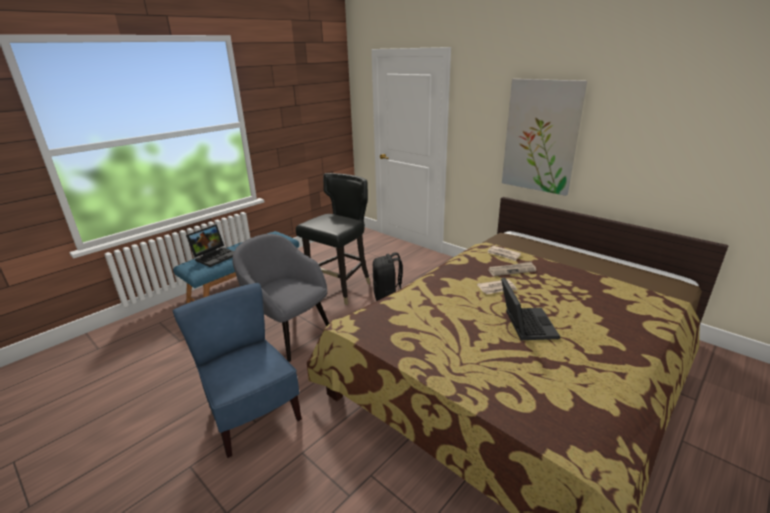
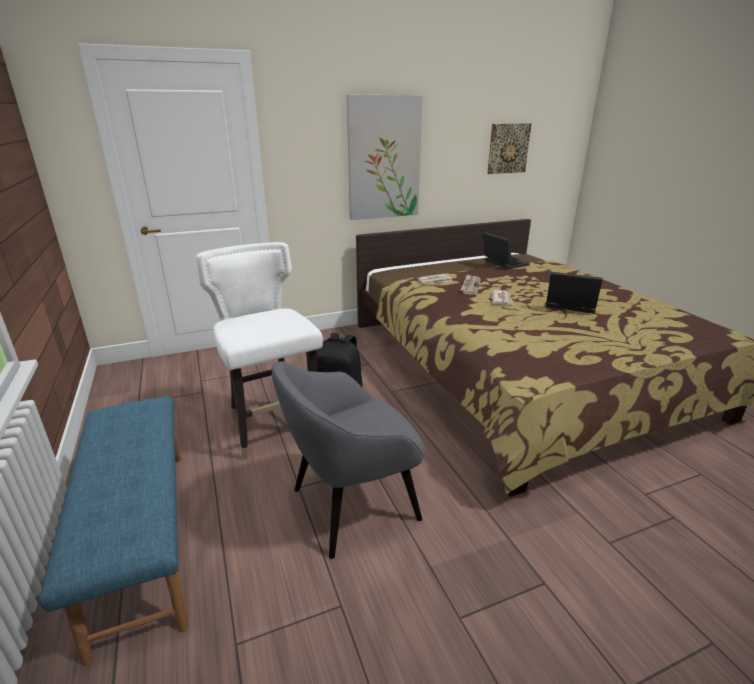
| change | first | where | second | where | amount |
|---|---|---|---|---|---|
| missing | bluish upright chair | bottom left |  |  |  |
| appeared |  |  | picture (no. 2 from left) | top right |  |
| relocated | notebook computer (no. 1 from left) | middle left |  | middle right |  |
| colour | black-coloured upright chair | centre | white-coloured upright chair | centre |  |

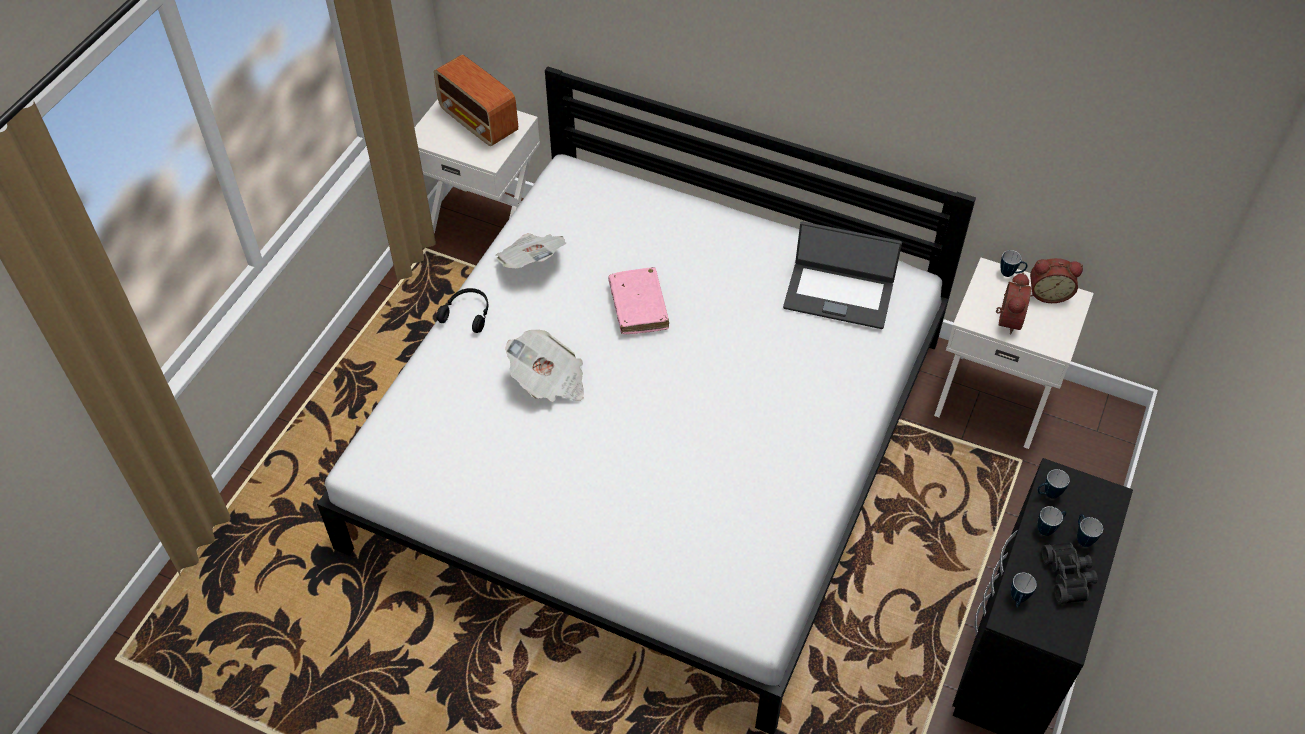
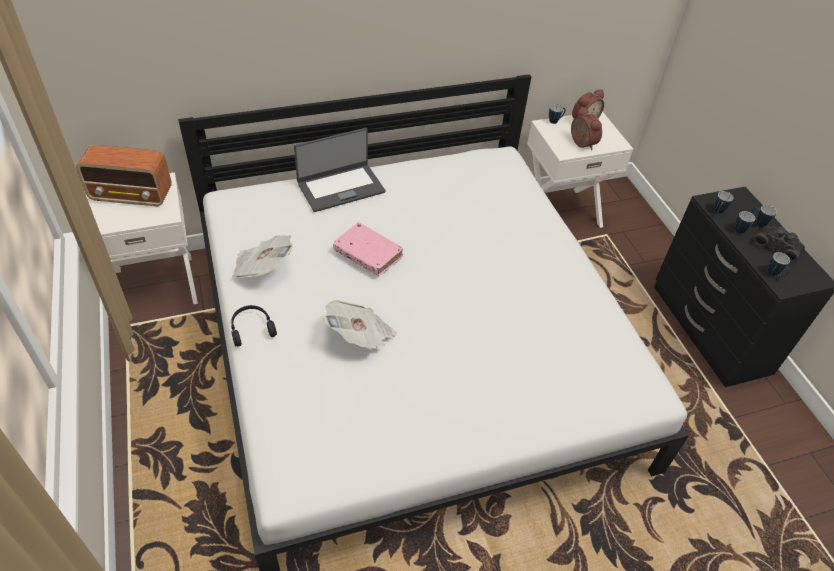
| change | first | where | second | where | amount |
|---|---|---|---|---|---|
| relocated | notebook computer | centre |  | top centre |  |

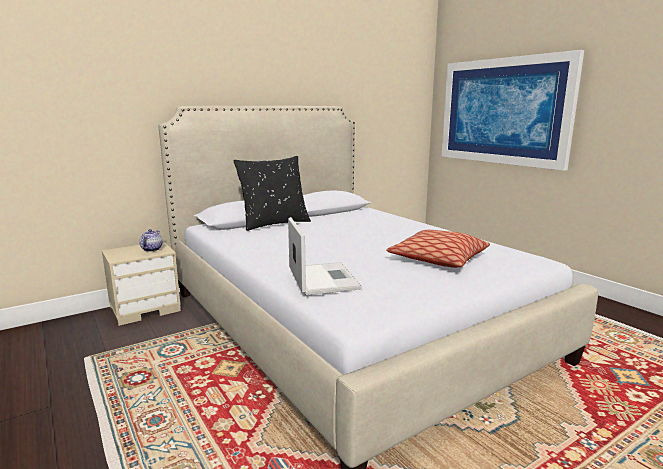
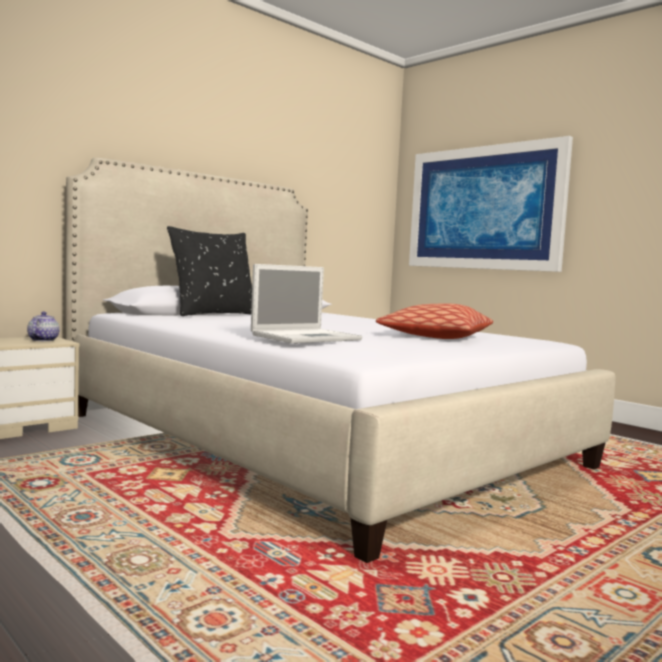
| change | first | where | second | where | amount |
|---|---|---|---|---|---|
| spun | notebook computer | centre |  | centre | 75 degrees clockwise |

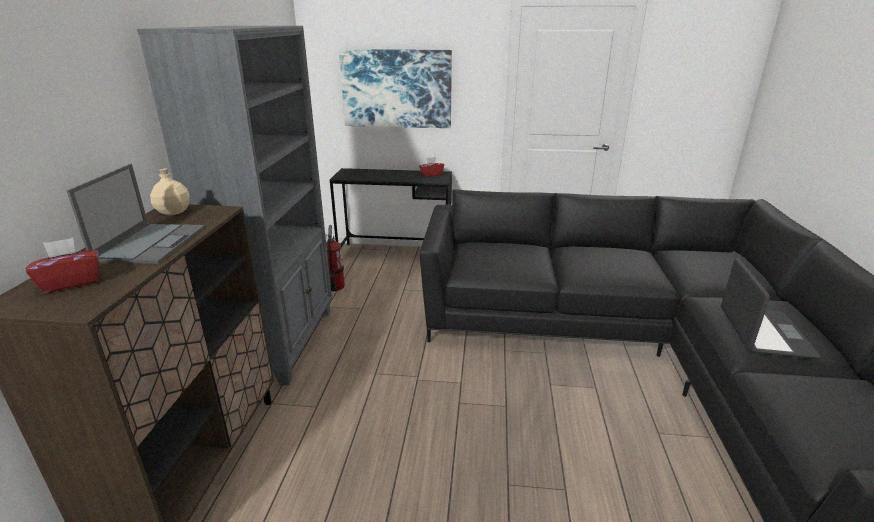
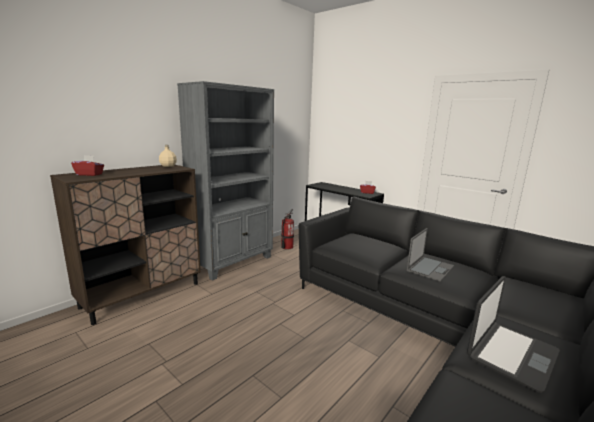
| change | first | where | second | where | amount |
|---|---|---|---|---|---|
| missing | picture | top centre |  |  |  |
| relocated | notebook computer (no. 1 from left) | middle left |  | middle right |  |

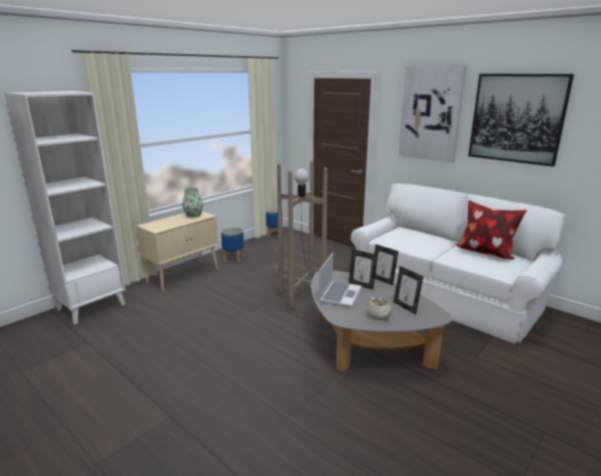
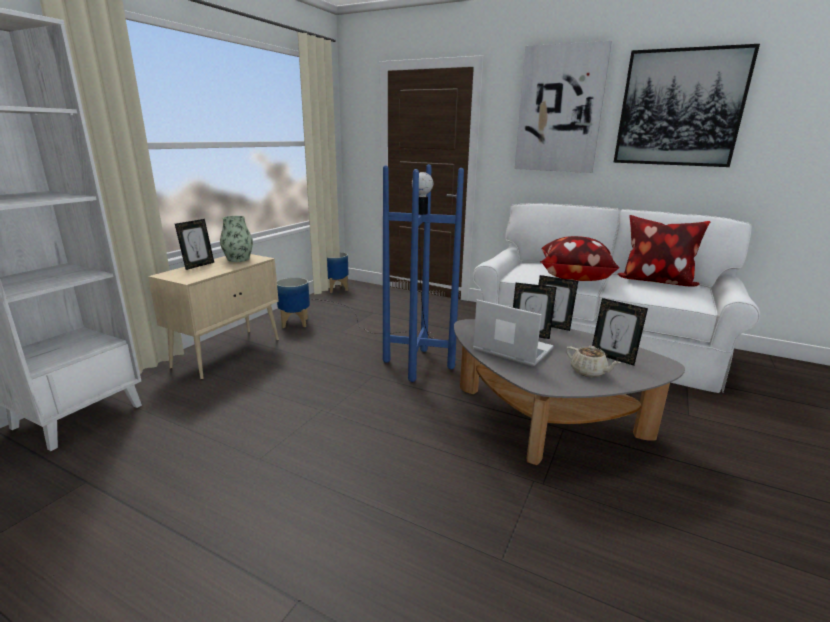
| change | first | where | second | where | amount |
|---|---|---|---|---|---|
| appeared |  |  | standing frame (no. 1 from left) | middle left |  |
| appeared |  |  | throw pillow (no. 1 from left) | middle right |  |
| colour | brownish standing lamp | centre | bluish standing lamp | centre |  |
| spun | notebook computer | centre |  | centre | 60 degrees counterclockwise |

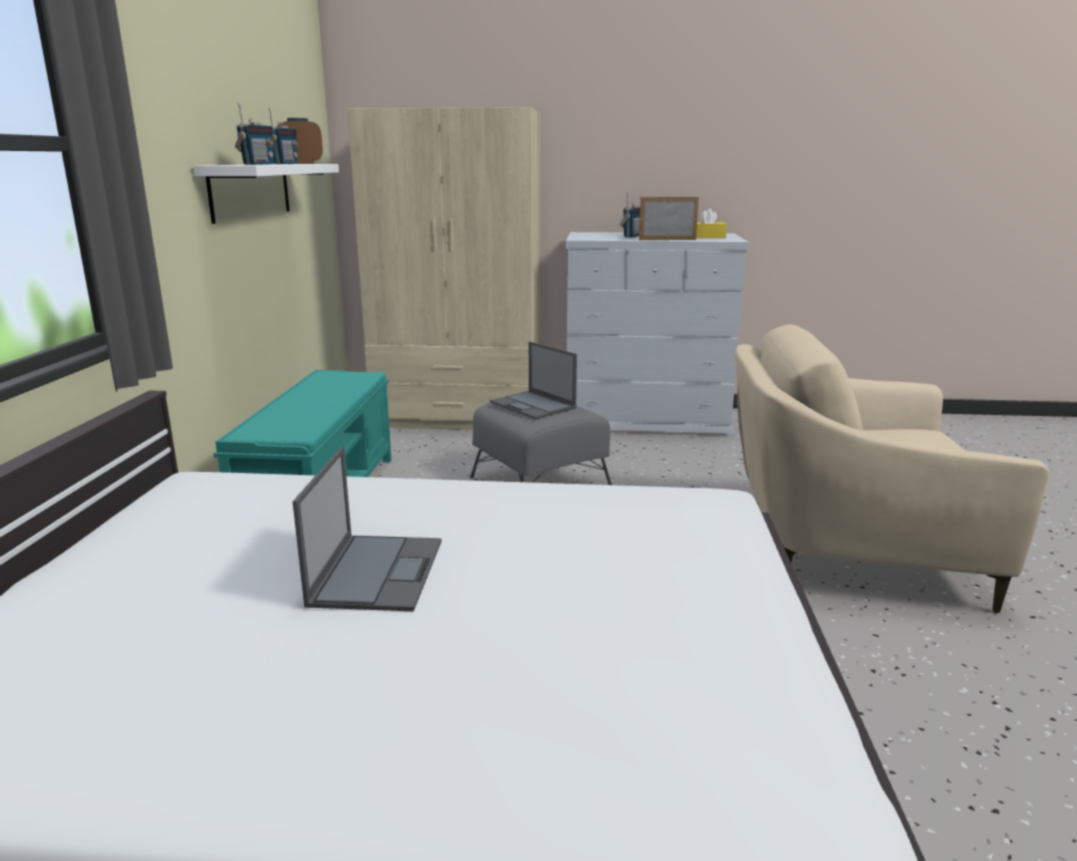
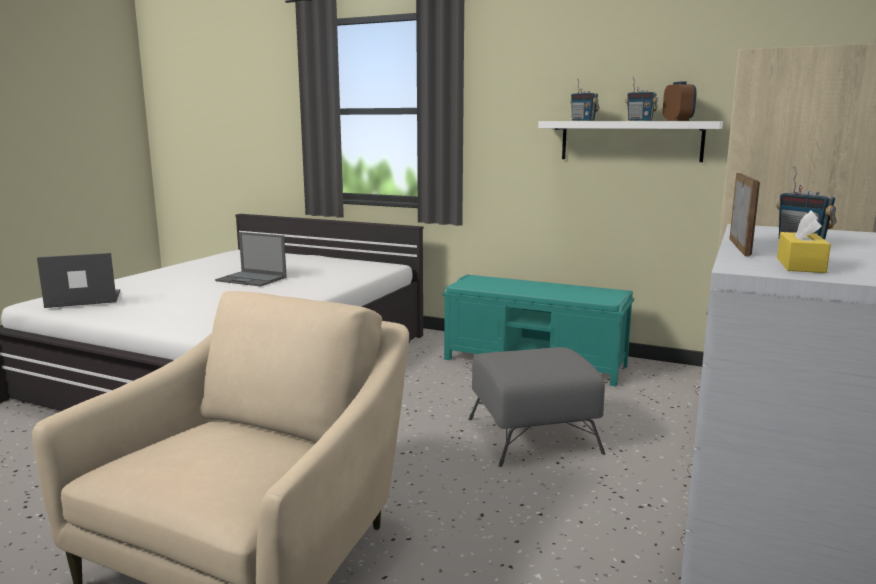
| change | first | where | second | where | amount |
|---|---|---|---|---|---|
| relocated | notebook computer (no. 2 from left in the first image) | centre | notebook computer (no. 1 from left) | middle left |  |

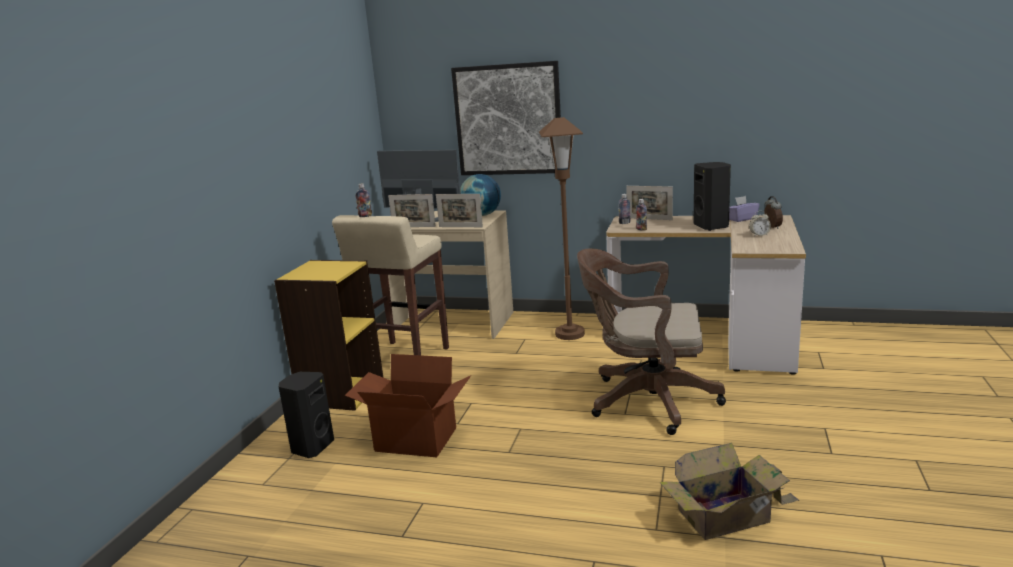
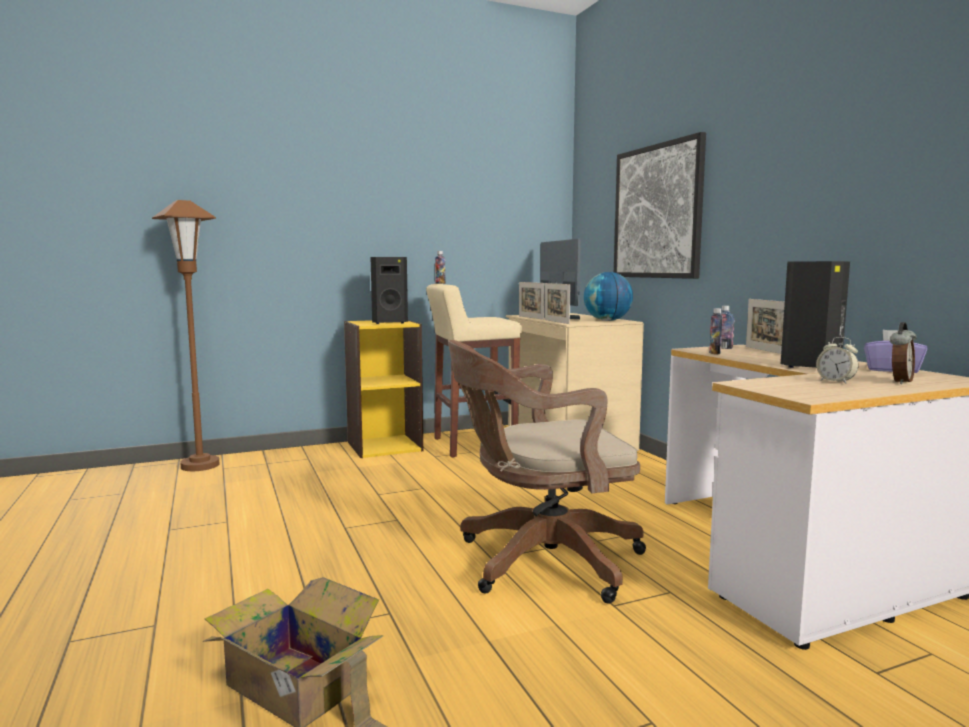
| change | first | where | second | where | amount |
|---|---|---|---|---|---|
| missing | carton (no. 1 from left) | bottom centre |  |  |  |
| relocated | black-coloured audio speaker (no. 1 from left) | bottom left |  | centre |  |
| relocated | brownish standing lamp | centre |  | middle left |  |
| spun | brownish desk chair | centre |  | centre | 75 degrees counterclockwise |

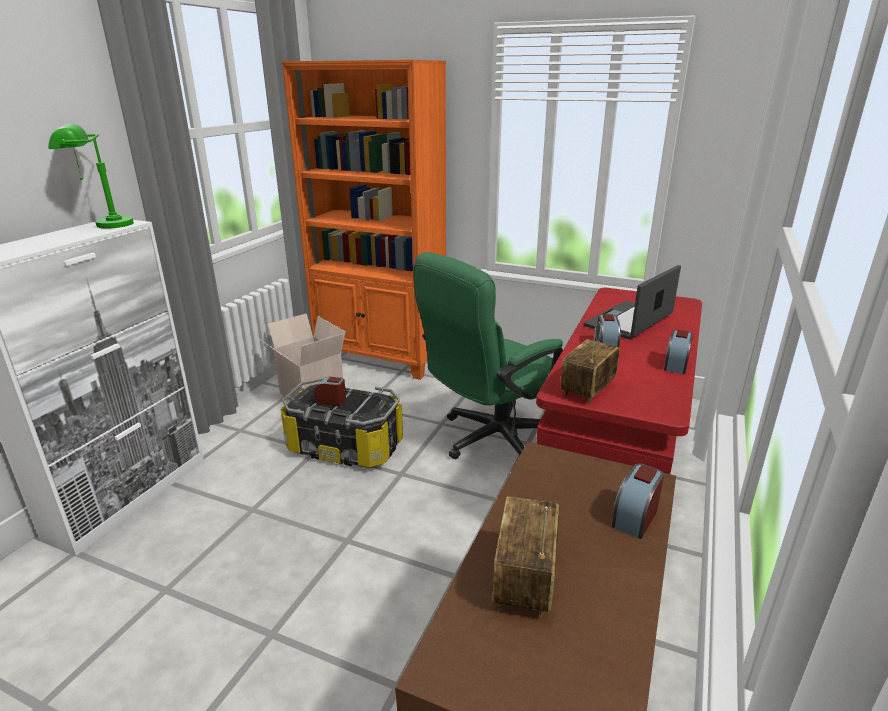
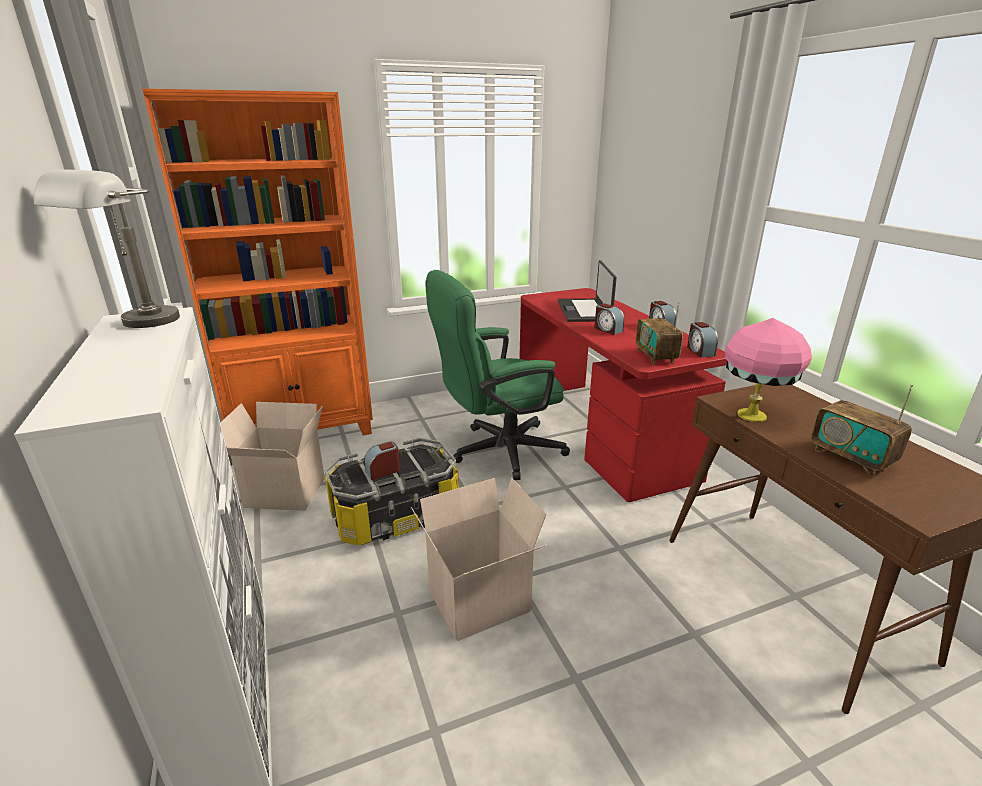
| change | first | where | second | where | amount |
|---|---|---|---|---|---|
| appeared |  |  | carton (no. 2 from left) | bottom centre |  |
| appeared |  |  | pink-coloured lamp for a table | middle right |  |
| relocated | alarm clock (no. 3 from left in the first image) | bottom right | alarm clock (no. 4 from left) | middle right |  |
| colour | greenish lamp for a table | top left | greyish lamp for a table | top left |  |
| spun | greenish desk chair | centre |  | centre | 60 degrees clockwise |

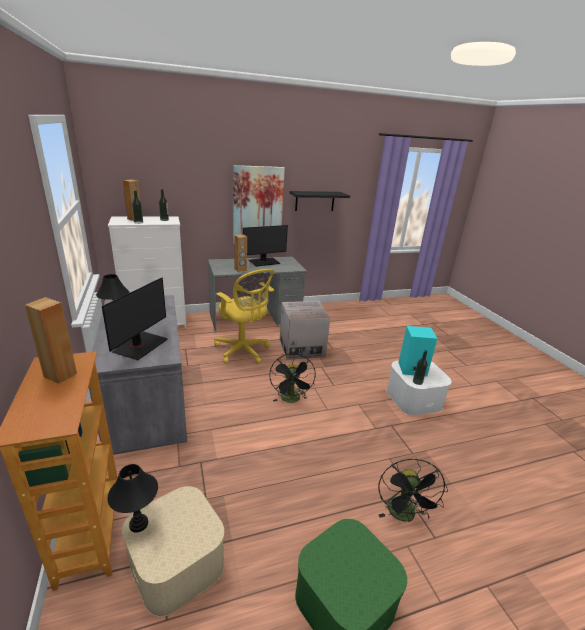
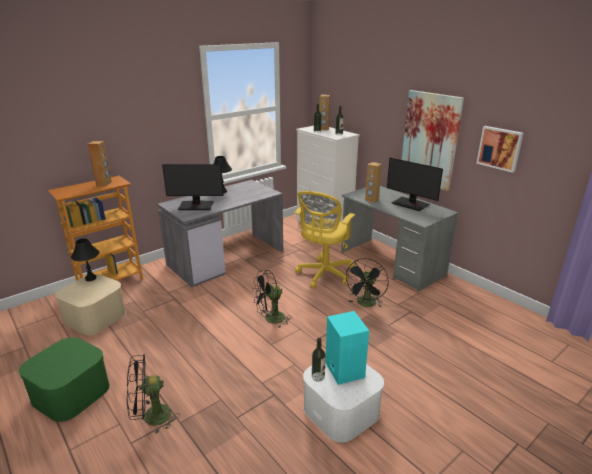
| change | first | where | second | where | amount |
|---|---|---|---|---|---|
| exchanged | carton | centre | black-coloured electric fan (no. 3 from left) | centre |  |
| exchanged | black-coloured wall shelf | top centre | picture (no. 2 from left) | top right |  |

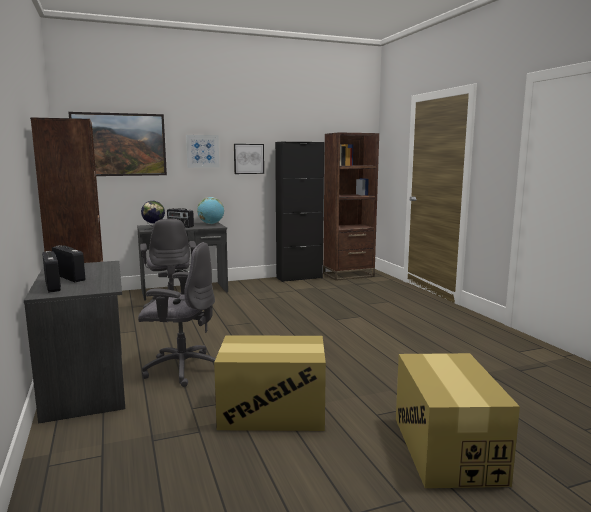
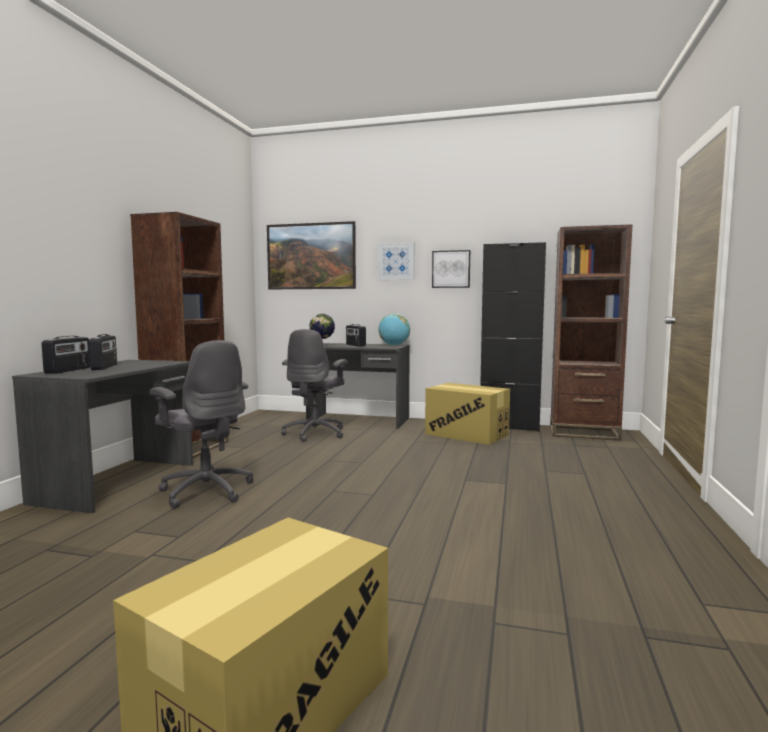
| change | first | where | second | where | amount |
|---|---|---|---|---|---|
| relocated | carton (no. 1 from left in the first image) | bottom centre | carton (no. 2 from left) | centre |  |

